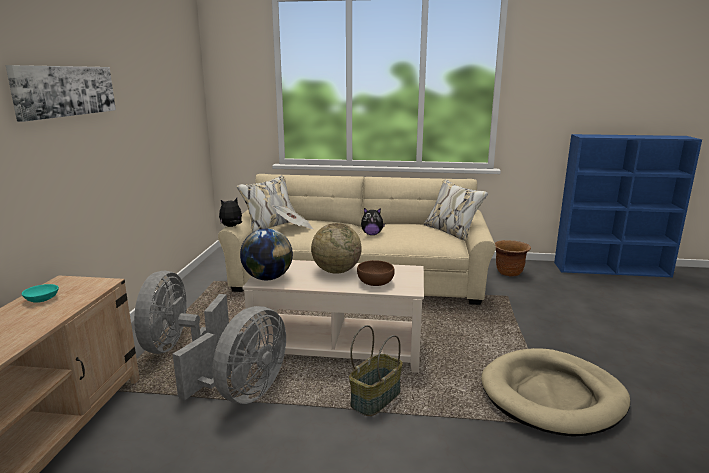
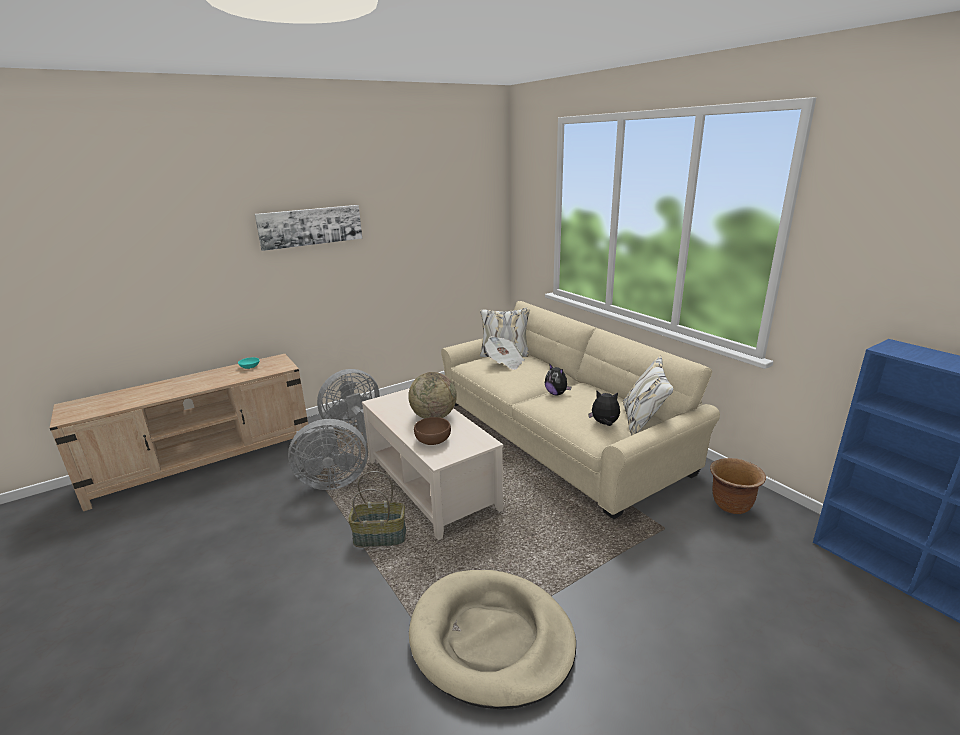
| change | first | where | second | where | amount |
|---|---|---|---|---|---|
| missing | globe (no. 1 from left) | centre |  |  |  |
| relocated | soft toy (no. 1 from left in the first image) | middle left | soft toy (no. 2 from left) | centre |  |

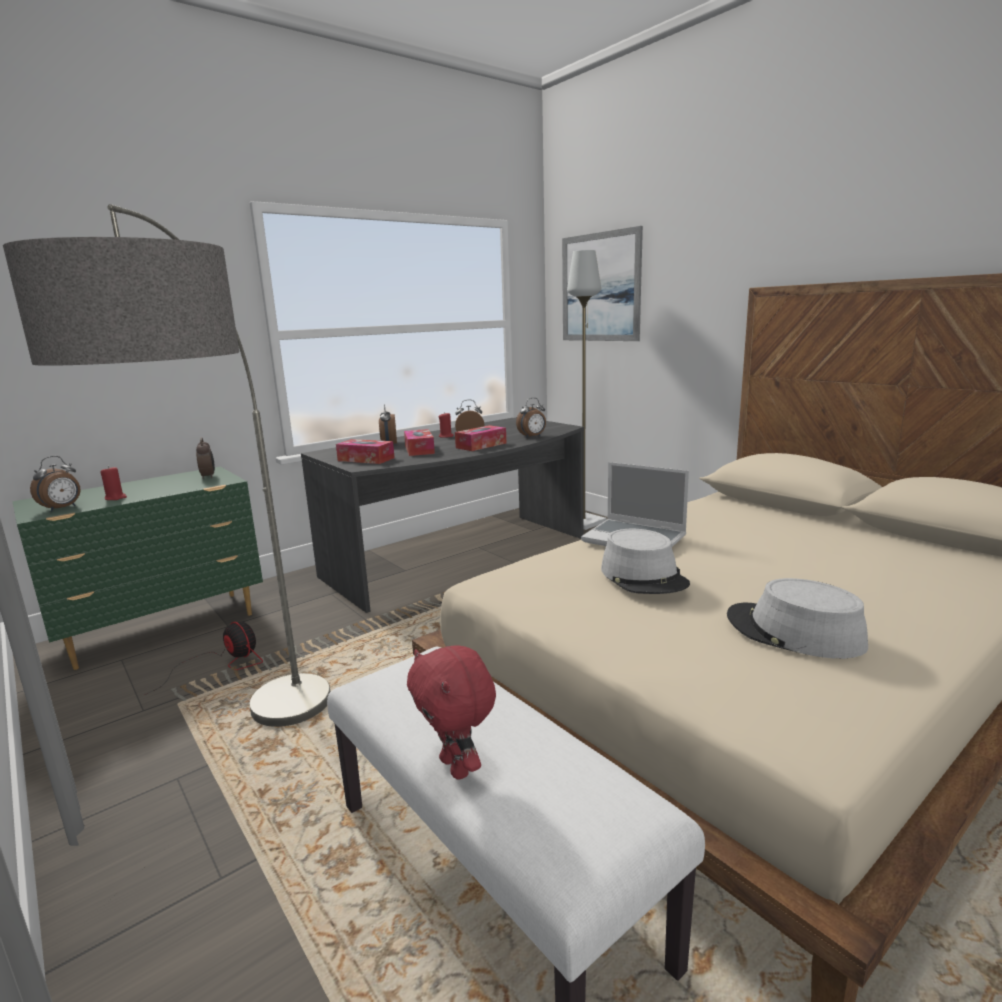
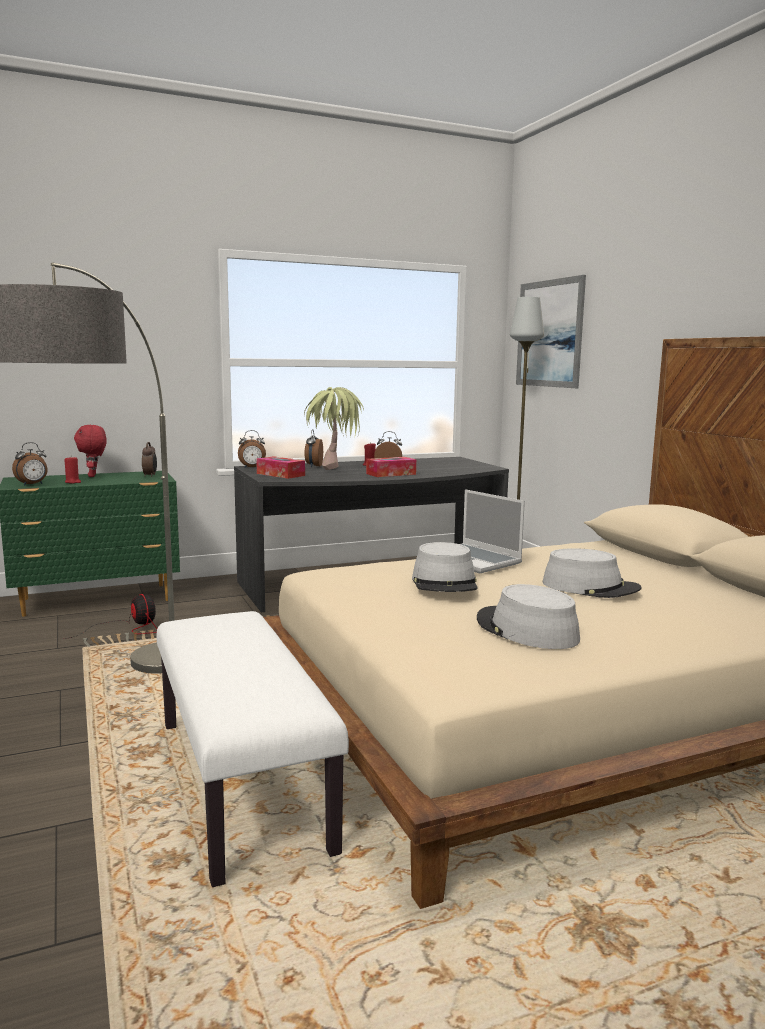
| change | first | where | second | where | amount |
|---|---|---|---|---|---|
| appeared |  |  | greyish wearable hat (no. 3 from left) | middle right |  |
| relocated | red soft toy | bottom centre |  | middle left |  |
| relocated | alarm clock (no. 5 from left in the first image) | centre | alarm clock (no. 3 from left) | middle left |  |
| exchanged | box of tissues (no. 2 from left) | centre | houseplant | centre |  |

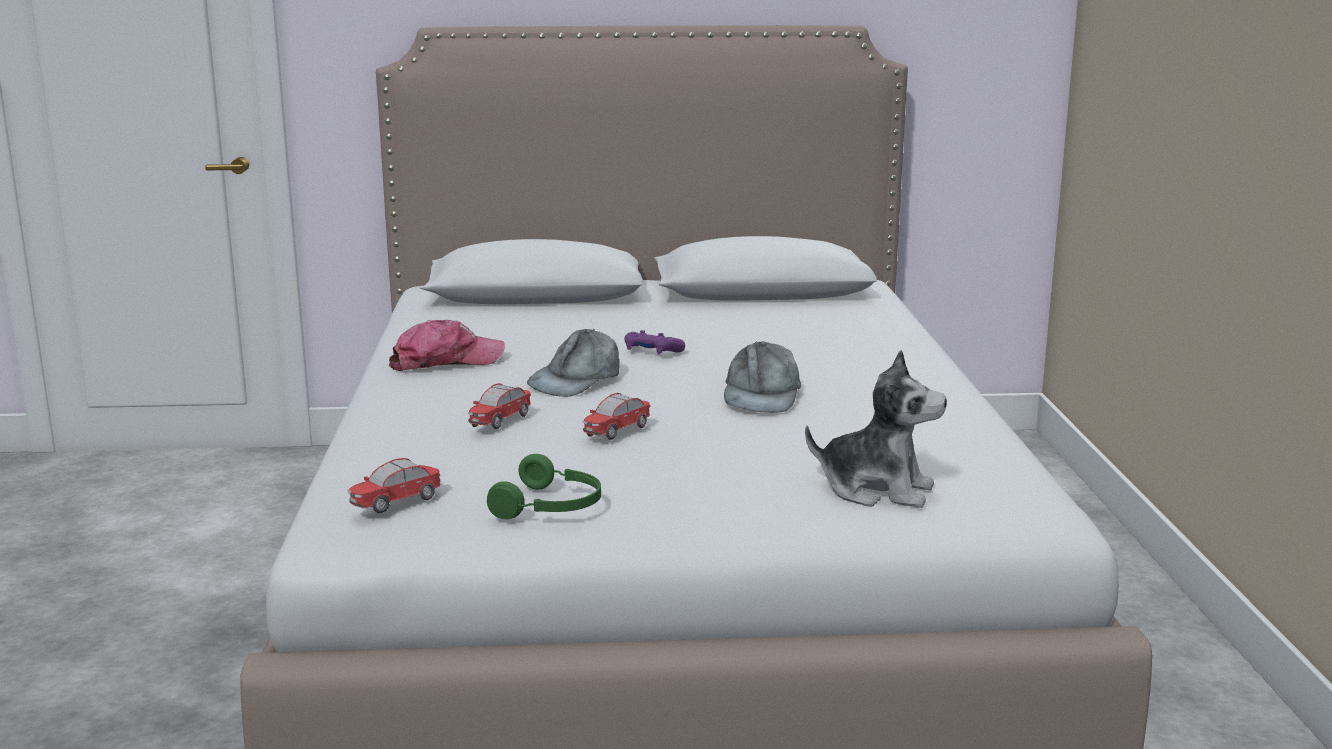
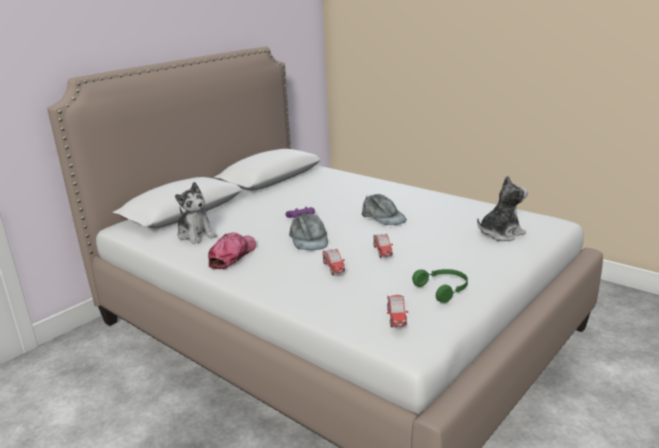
| change | first | where | second | where | amount |
|---|---|---|---|---|---|
| appeared |  |  | soft toy (no. 1 from left) | middle left |  |

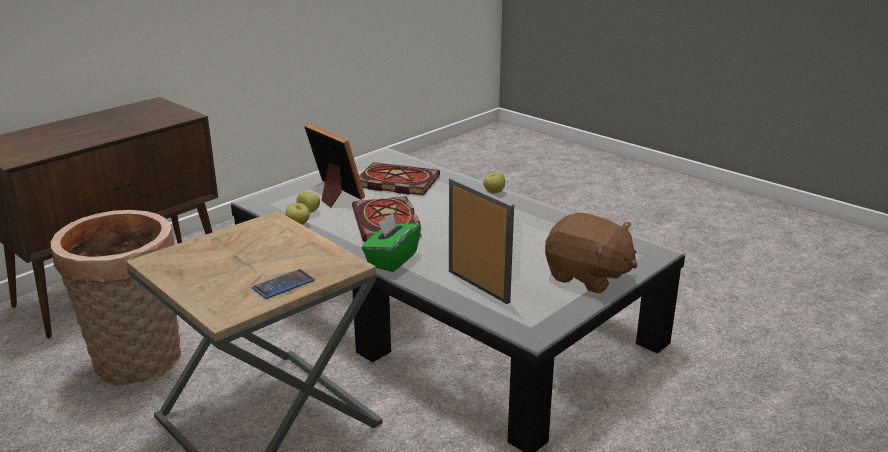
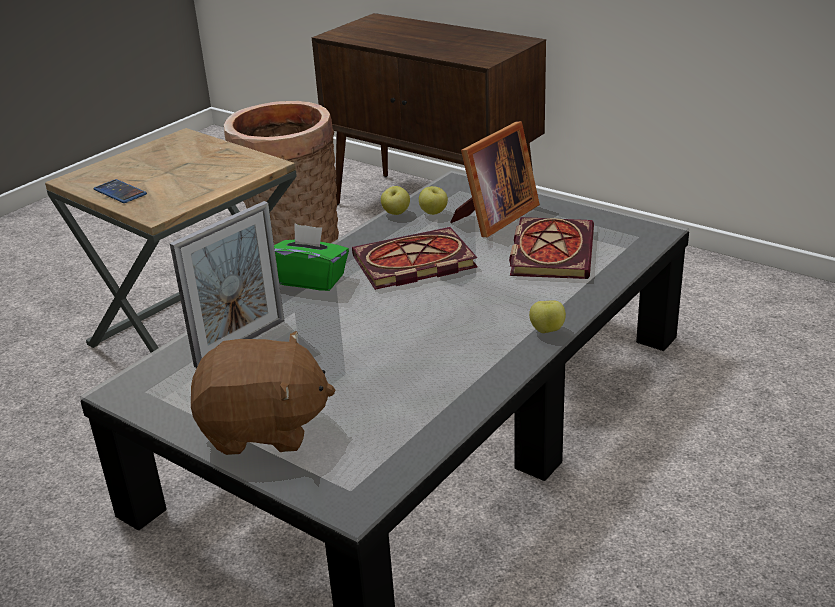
| change | first | where | second | where | amount |
|---|---|---|---|---|---|
| spun | brownish soft toy | centre |  | middle left | 120 degrees counterclockwise |

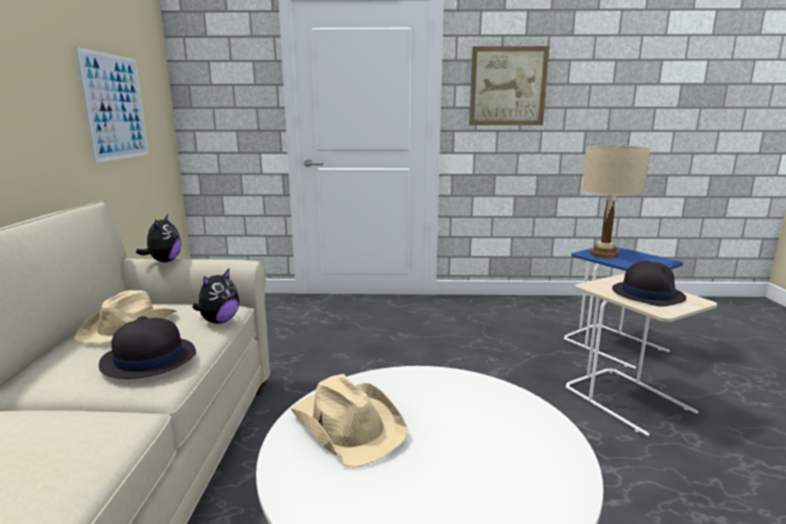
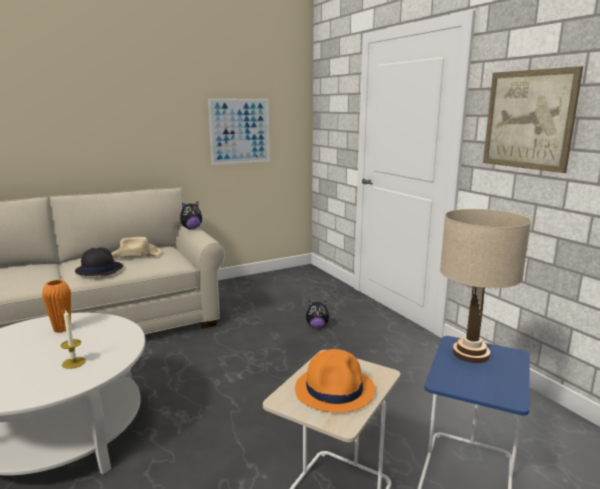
| change | first | where | second | where | amount |
|---|---|---|---|---|---|
| appeared |  |  | wax candle | bottom left |  |
| relocated | soft toy (no. 2 from left) | middle left |  | centre |  |
| exchanged | beige-coloured wearable hat (no. 2 from left) | bottom centre | orange vase | middle left |  |
| colour | black-coloured wearable hat (no. 2 from left) | middle right | orange wearable hat | bottom centre |  |

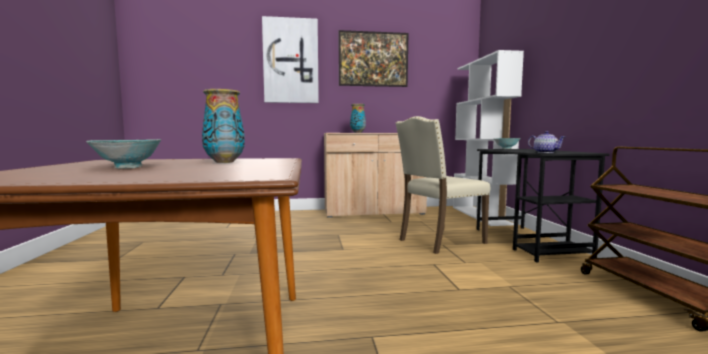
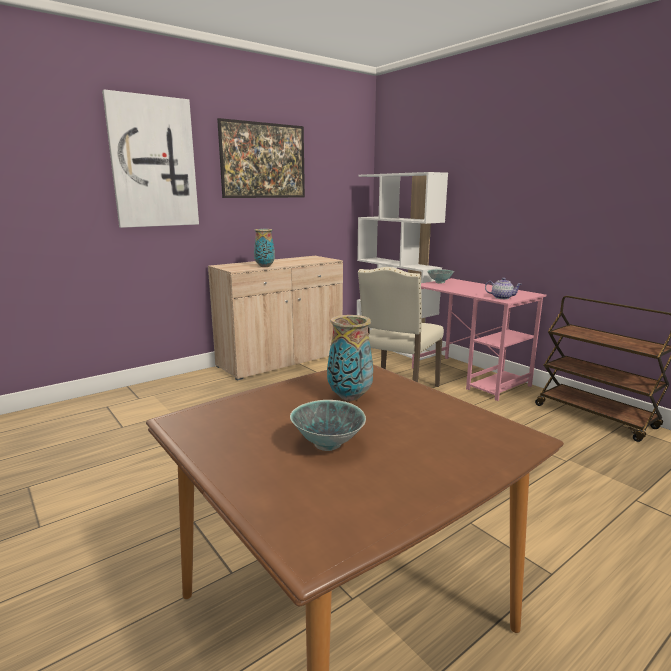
| change | first | where | second | where | amount |
|---|---|---|---|---|---|
| colour | black-coloured desk table | middle right | pink-coloured desk table | middle right |  |

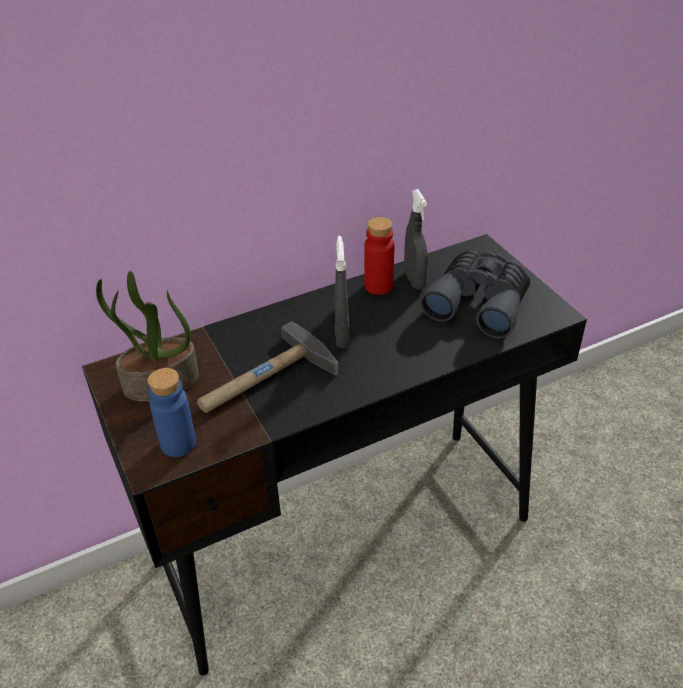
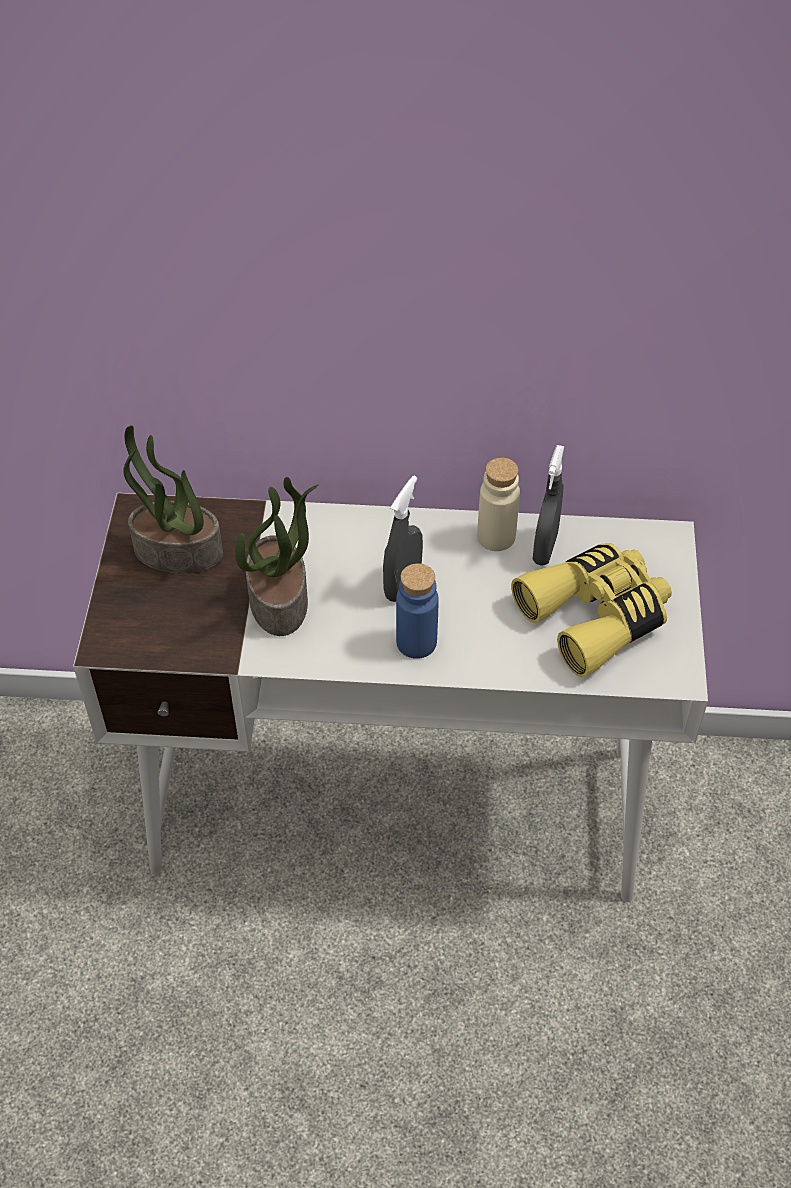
| change | first | where | second | where | amount |
|---|---|---|---|---|---|
| relocated | bluish drink bottle | middle left |  | centre |  |
| exchanged | hand hammer | centre | houseplant (no. 2 from left) | centre |  |
| colour | black-coloured desk table | centre | white-coloured desk table | centre |  |
| colour | red drink bottle | centre | beige-coloured drink bottle | centre |  |
| colour | greyish pair of binoculars | middle right | yellow pair of binoculars | middle right |  |

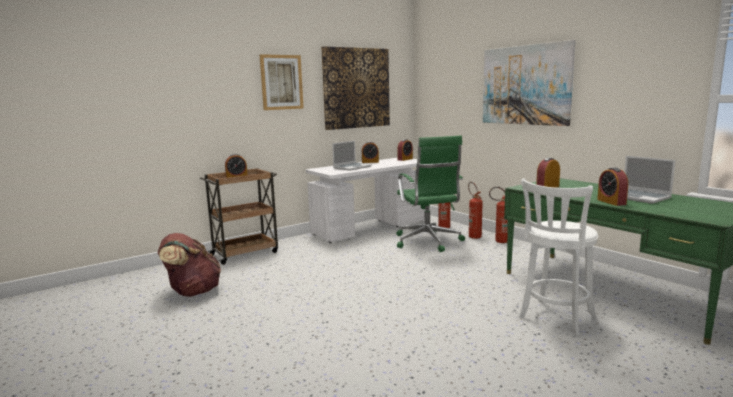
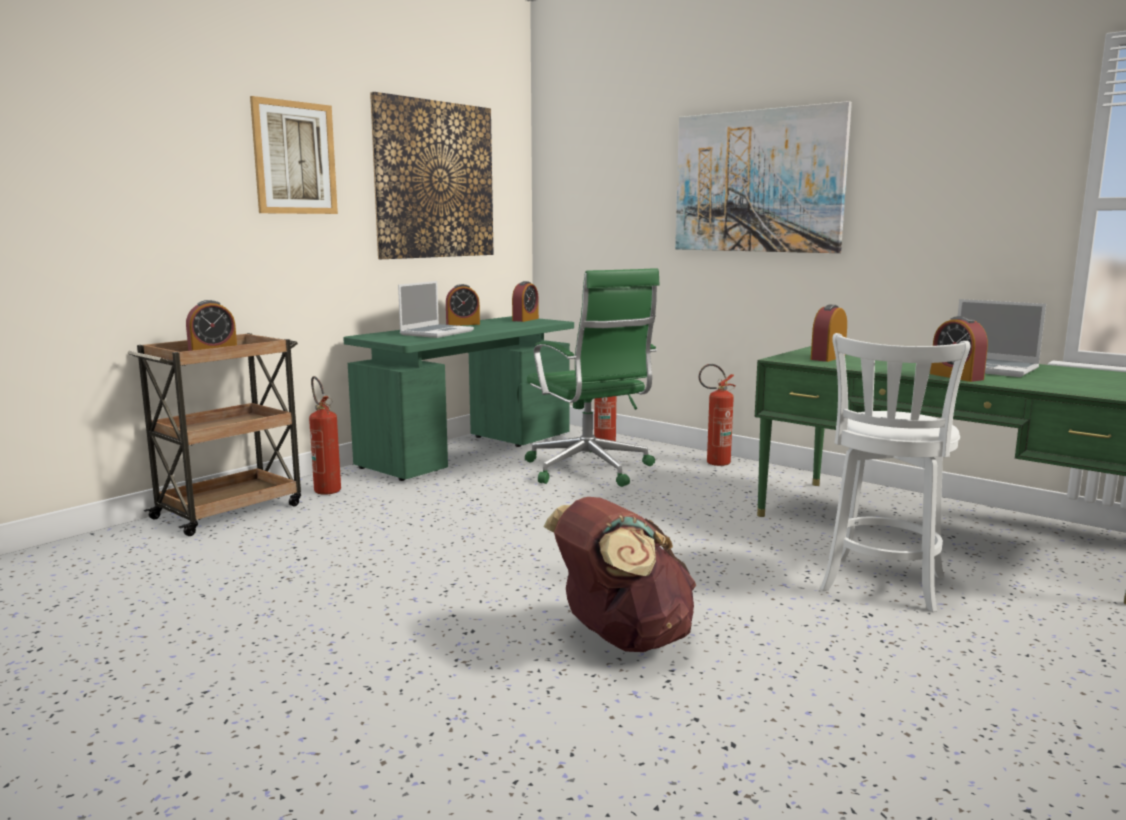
| change | first | where | second | where | amount |
|---|---|---|---|---|---|
| relocated | brownish backpack | bottom left |  | bottom centre |  |
| relocated | fire extinguisher (no. 2 from left in the first image) | centre | fire extinguisher (no. 1 from left) | middle left |  |
| colour | white-coloured desk table | centre | greenish desk table (no. 1 from left) | centre |  |

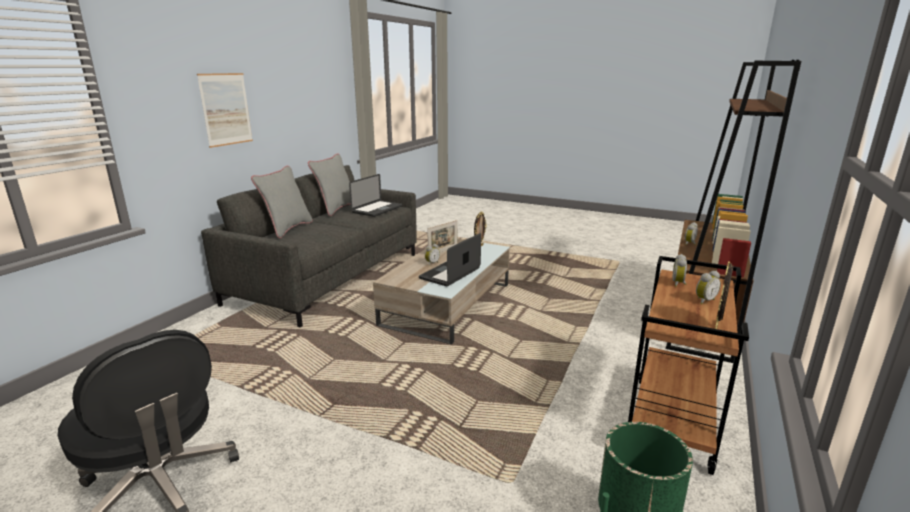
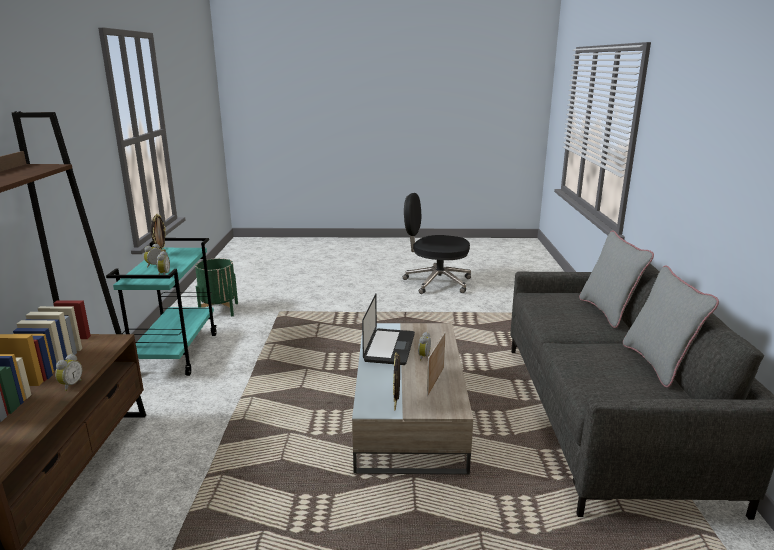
| change | first | where | second | where | amount |
|---|---|---|---|---|---|
| missing | picture | top left |  |  |  |
| missing | notebook computer (no. 1 from left) | centre |  |  |  |
| colour | brownish trolley | bottom right | turquoise-coloured trolley | middle left |  |

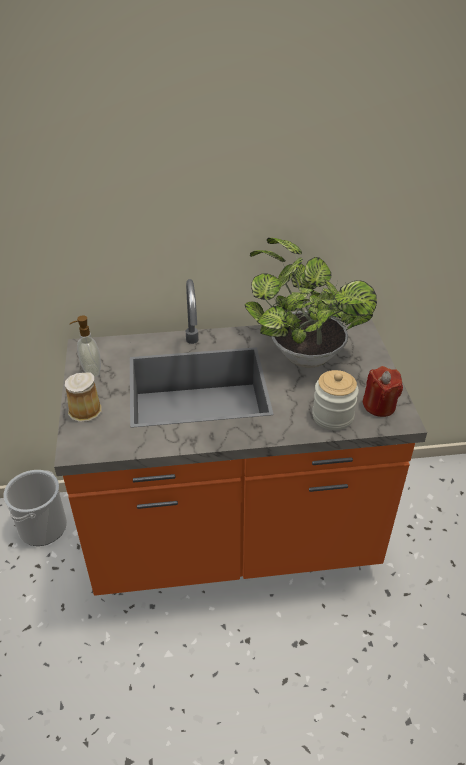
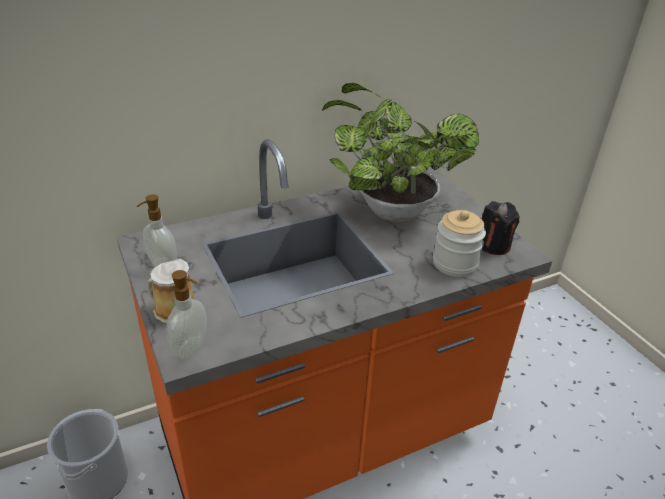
| change | first | where | second | where | amount |
|---|---|---|---|---|---|
| appeared |  |  | soap dispenser (no. 2 from left) | middle left |  |
| colour | red wax candle | middle right | black-coloured wax candle | middle right |  |

